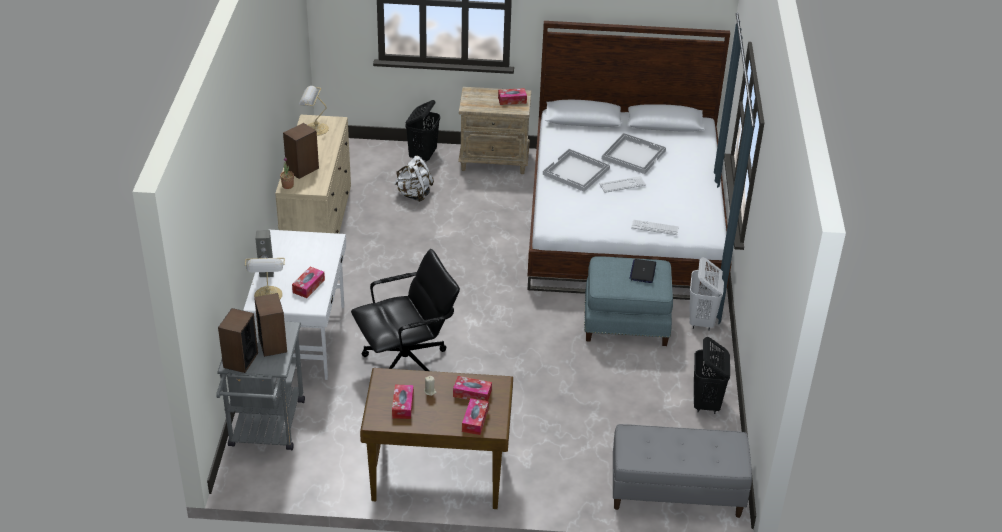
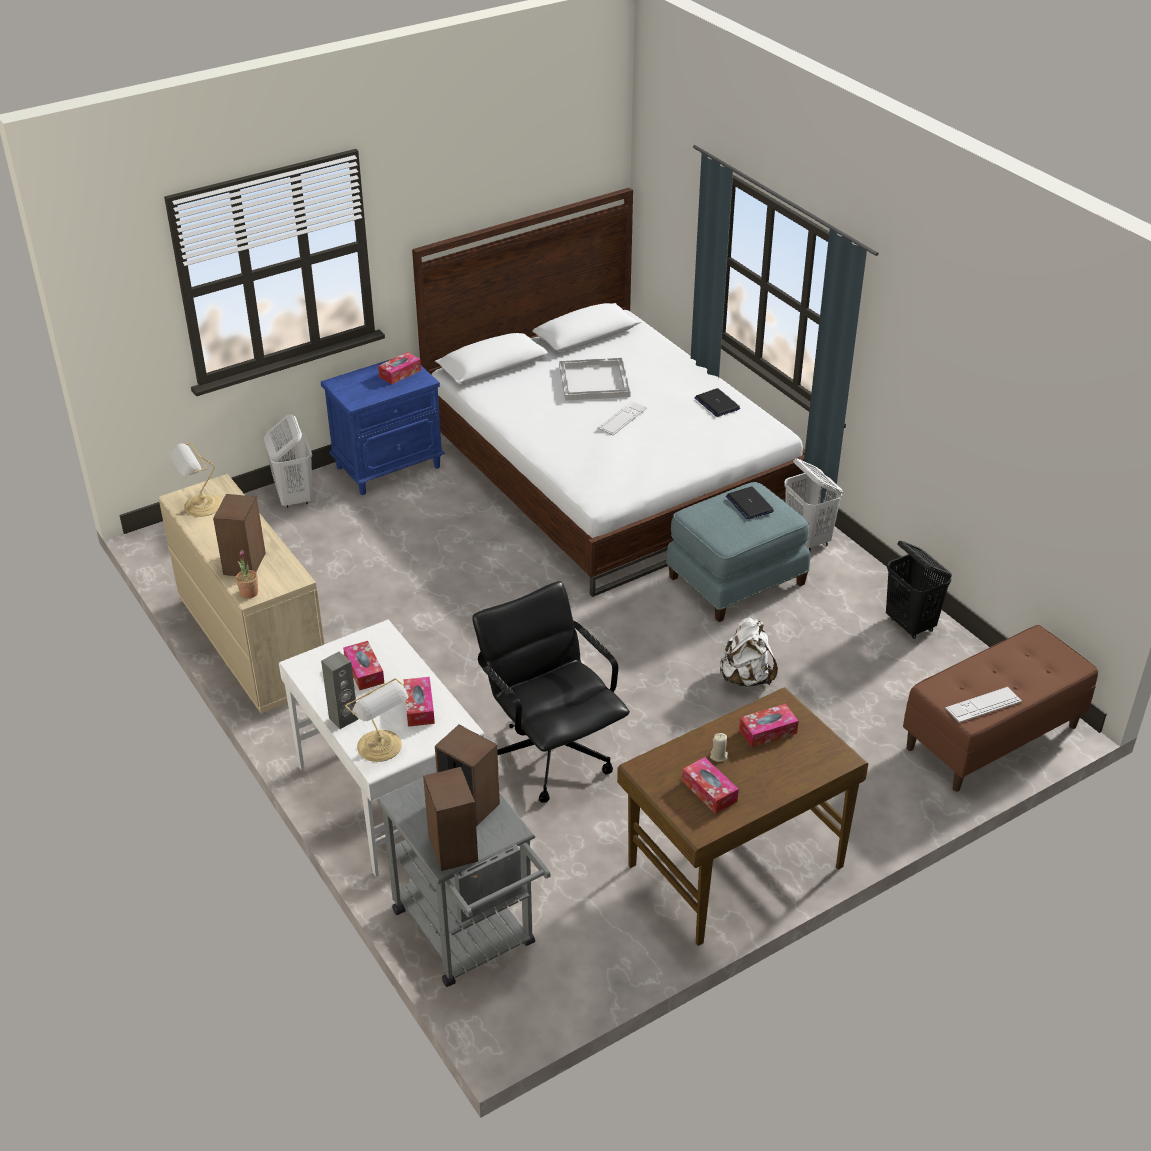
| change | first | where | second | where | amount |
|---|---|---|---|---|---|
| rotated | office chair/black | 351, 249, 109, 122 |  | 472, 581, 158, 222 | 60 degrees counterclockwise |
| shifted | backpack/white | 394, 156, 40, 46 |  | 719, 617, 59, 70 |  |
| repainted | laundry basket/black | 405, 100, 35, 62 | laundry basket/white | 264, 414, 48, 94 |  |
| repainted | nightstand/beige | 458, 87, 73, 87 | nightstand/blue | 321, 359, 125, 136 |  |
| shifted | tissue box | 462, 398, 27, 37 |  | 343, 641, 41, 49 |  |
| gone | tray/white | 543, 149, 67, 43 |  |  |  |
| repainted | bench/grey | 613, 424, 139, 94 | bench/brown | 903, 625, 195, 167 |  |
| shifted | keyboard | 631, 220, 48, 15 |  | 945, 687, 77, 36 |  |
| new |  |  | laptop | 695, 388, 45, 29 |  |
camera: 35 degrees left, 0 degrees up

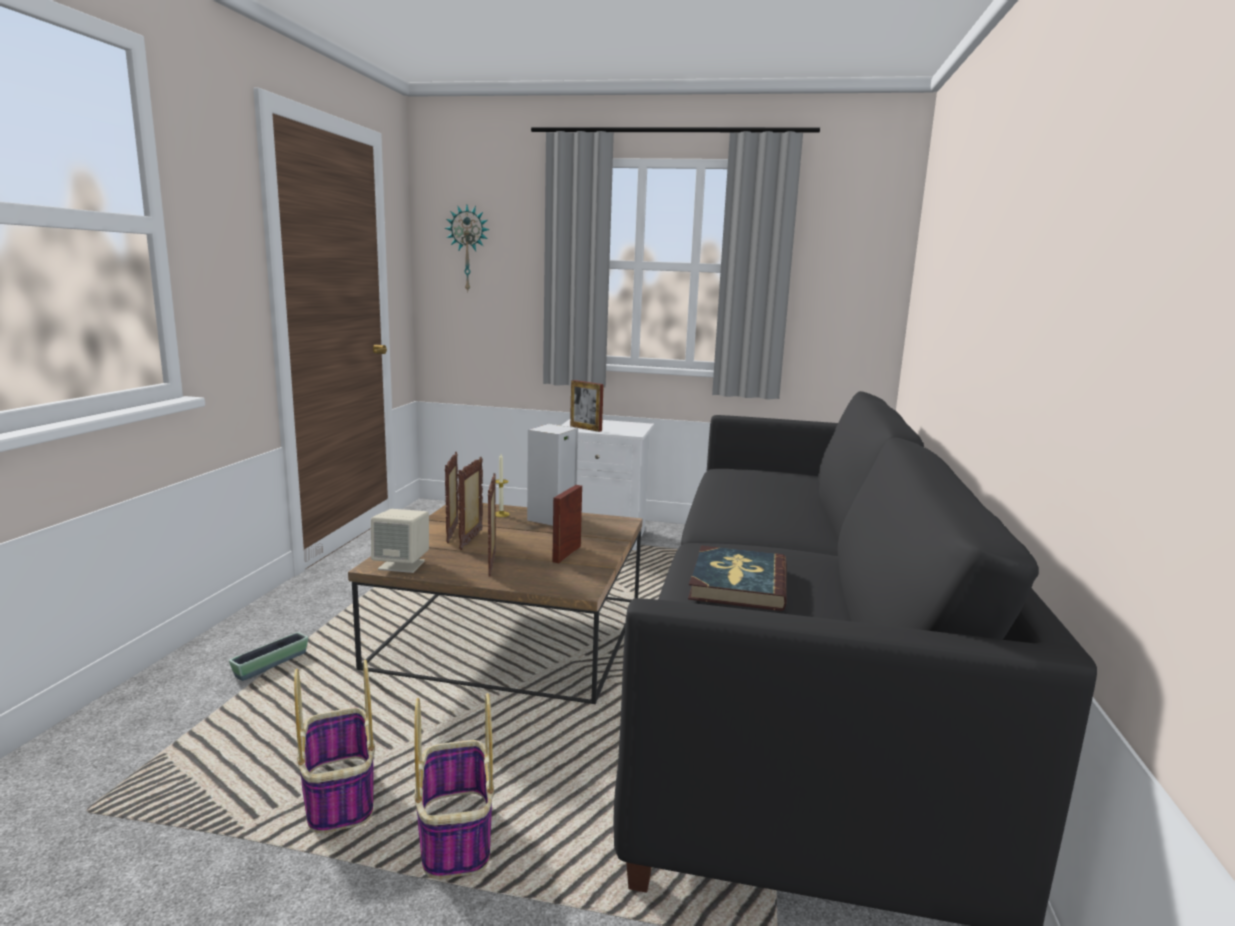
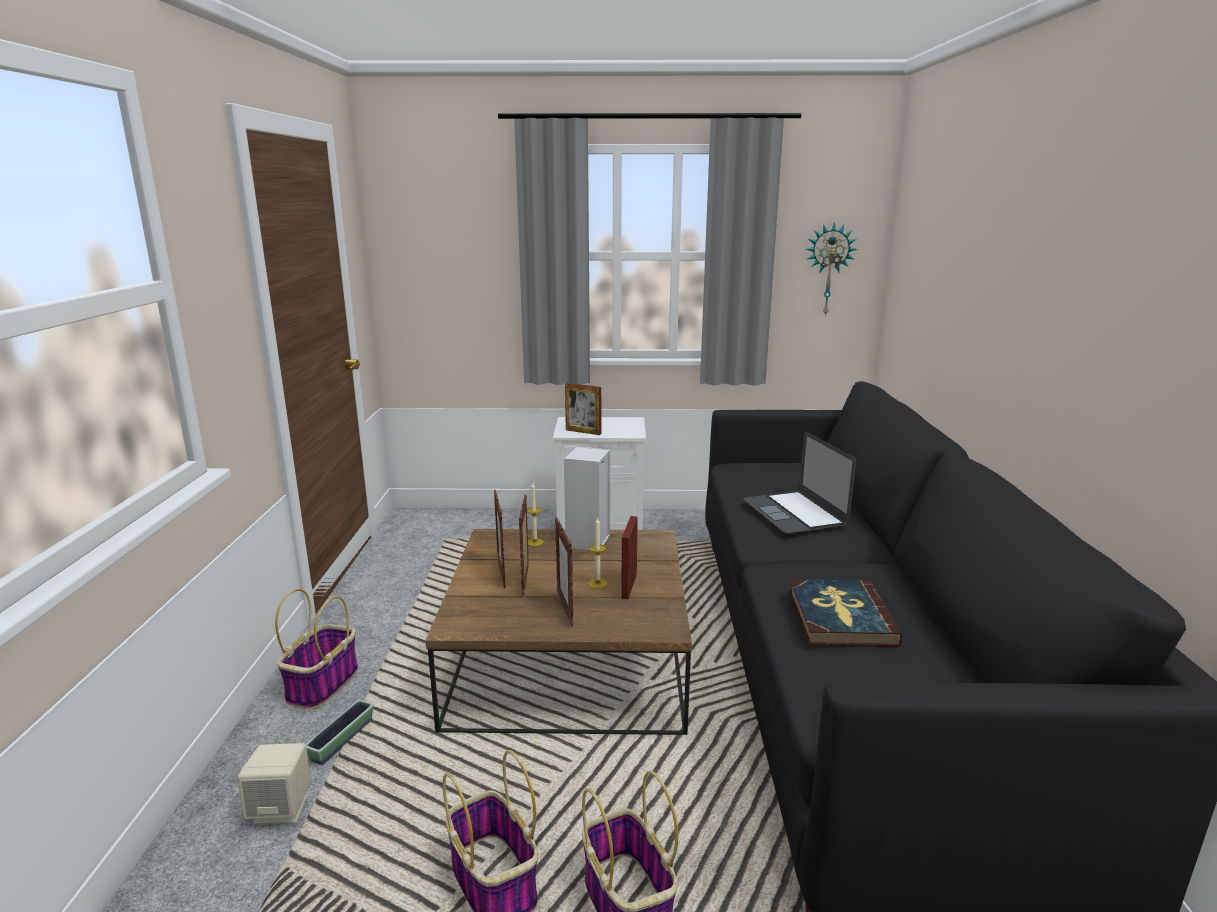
| change | first | where | second | where | amount |
|---|---|---|---|---|---|
| shifted | speaker/beige | 371, 509, 58, 64 |  | 237, 743, 73, 82 |  |
| shifted | wall clock | 445, 204, 45, 89 |  | 806, 222, 51, 95 |  |
| new |  |  | basket | 275, 589, 83, 120 |  |
| new |  |  | candle | 588, 517, 19, 71 |  |
| new |  |  | laptop | 743, 431, 113, 103 |  |
camera: 10 degrees left, 5 degrees up

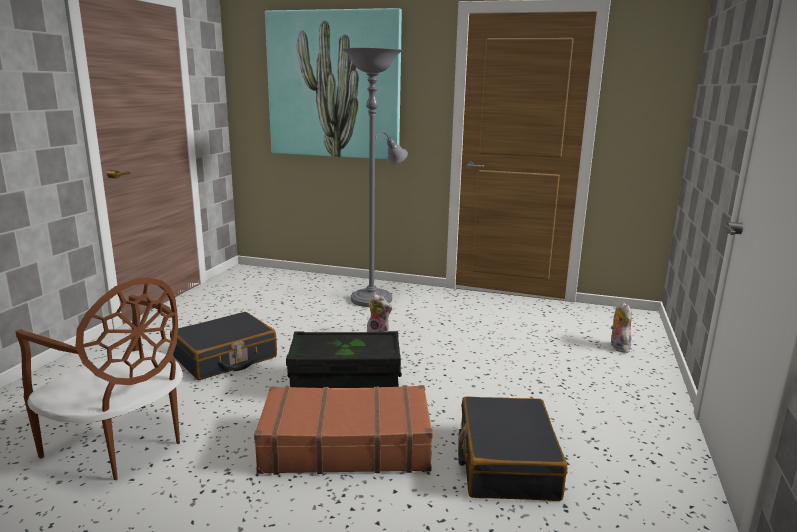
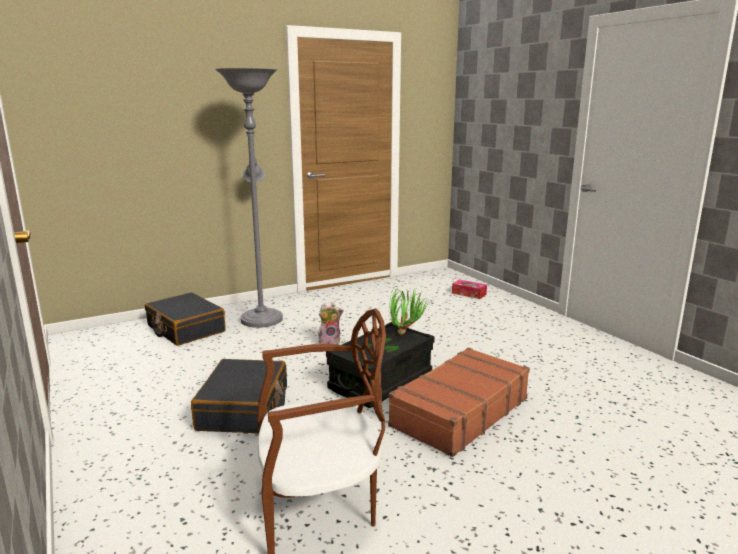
| change | first | where | second | where | amount |
|---|---|---|---|---|---|
| gone | picture | 265, 8, 137, 152 |  |  |  |
| shifted | suitcase/black | 458, 396, 109, 105 |  | 145, 292, 81, 54 |  |
| swapped | plush toy | 611, 303, 21, 50 | tissue box | 452, 280, 35, 19 |  |
| new |  |  | potted plant | 390, 287, 40, 48 |  |
camera: 45 degrees left, 0 degrees up

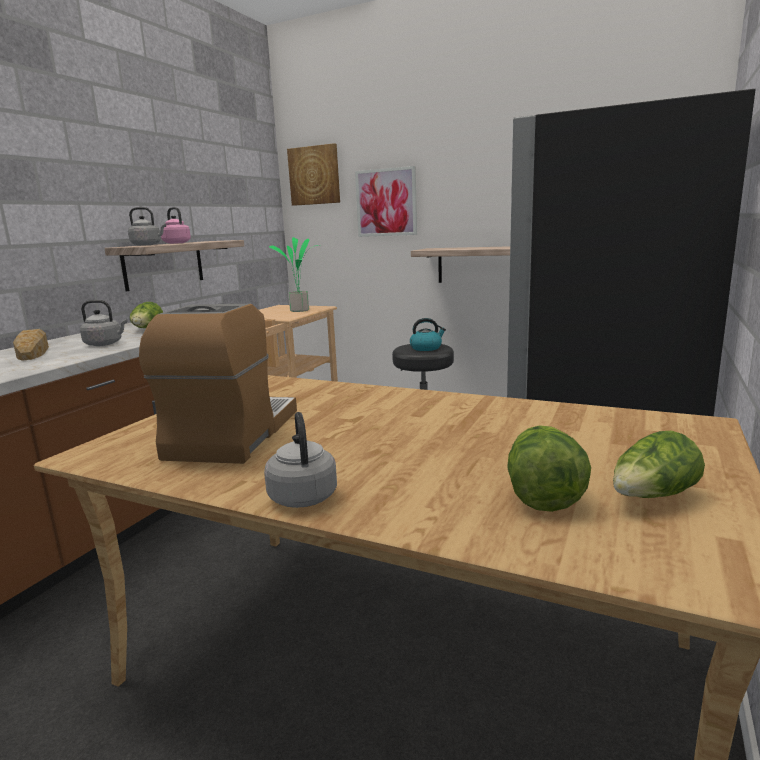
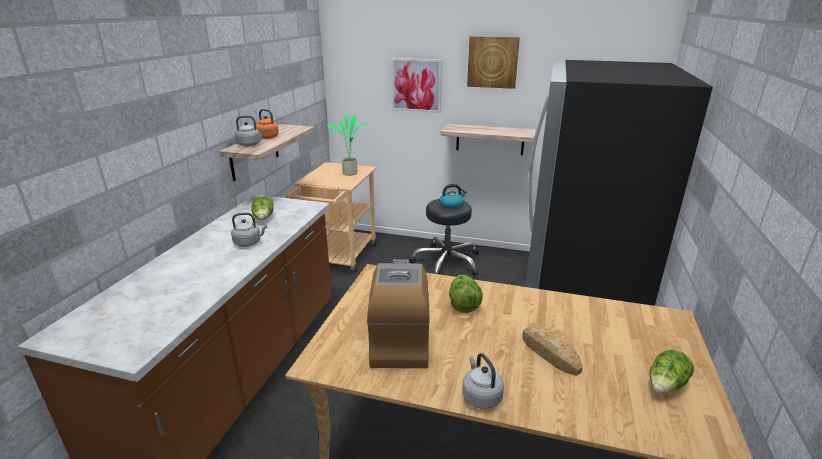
| change | first | where | second | where | amount |
|---|---|---|---|---|---|
| shifted | bread | 13, 329, 36, 32 |  | 522, 325, 61, 51 |  |
| repainted | kettle/pink | 161, 207, 30, 37 | kettle/orange | 255, 109, 24, 30 |  |
| shifted | picture | 287, 143, 53, 63 |  | 467, 36, 53, 53 |  |
| shifted | lettuce | 507, 425, 84, 87 |  | 449, 275, 34, 38 |  |
camera: 10 degrees left, 10 degrees up

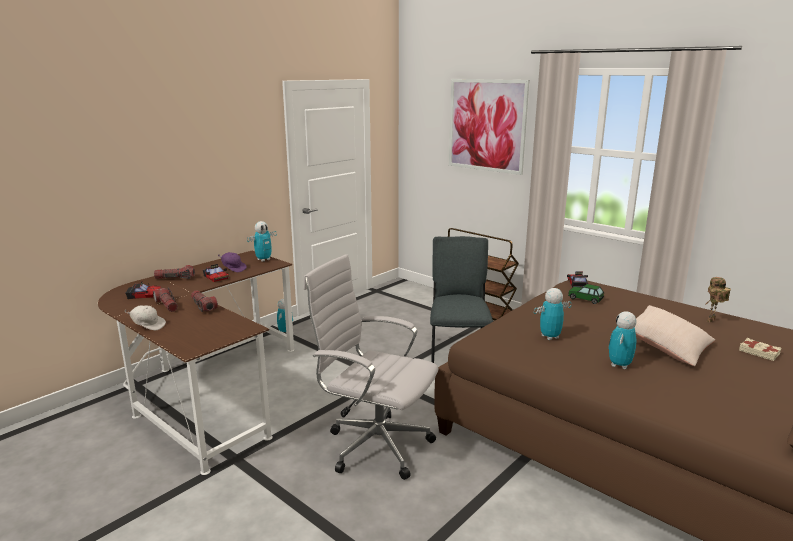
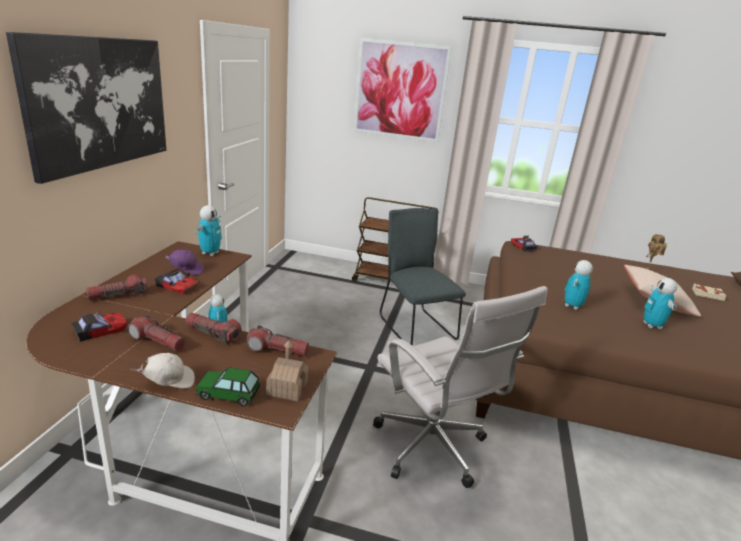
| change | first | where | second | where | amount |
|---|---|---|---|---|---|
| rotated | office chair/white | 304, 254, 135, 226 |  | 373, 286, 175, 202 | 120 degrees counterclockwise |
| shifted | toy car | 568, 284, 36, 20 |  | 196, 367, 64, 40 |  |
| new |  |  | picture | 6, 32, 160, 152 |  |
| new |  |  | flashlight | 247, 325, 62, 31 |  |
| new |  |  | toy house | 266, 341, 42, 61 |  |
camera: 30 degrees left, 5 degrees up

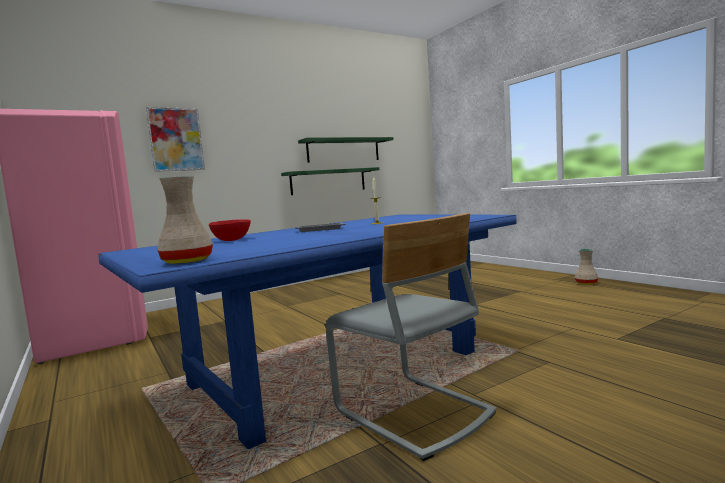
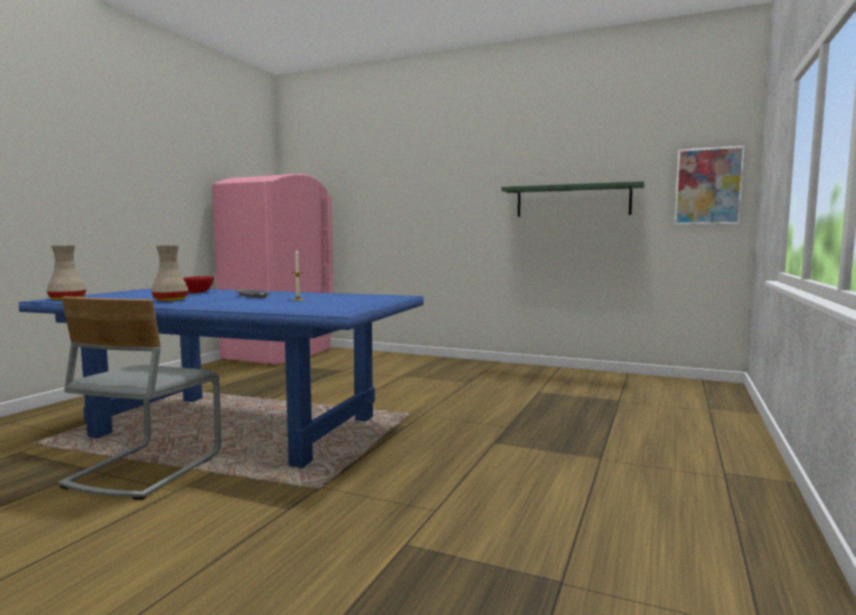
| change | first | where | second | where | amount |
|---|---|---|---|---|---|
| shifted | picture | 146, 107, 59, 65 |  | 674, 146, 71, 79 |  |
| gone | shelf/green | 281, 167, 98, 28 |  |  |  |
| shifted | vase/beige | 575, 249, 23, 36 |  | 151, 246, 38, 56 |  |
camera: 55 degrees right, 0 degrees up

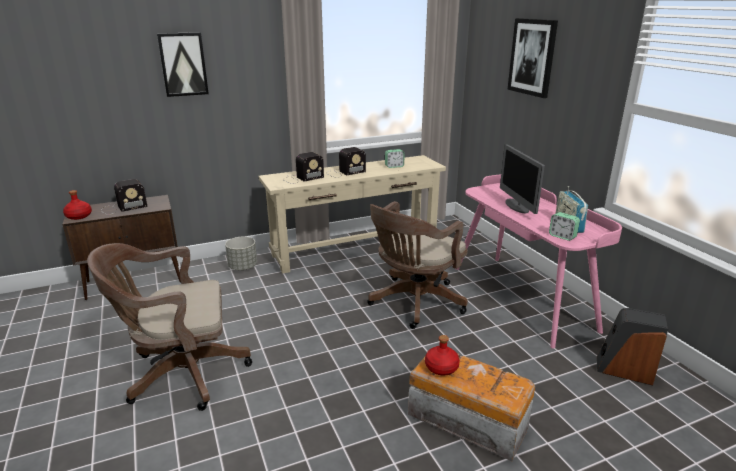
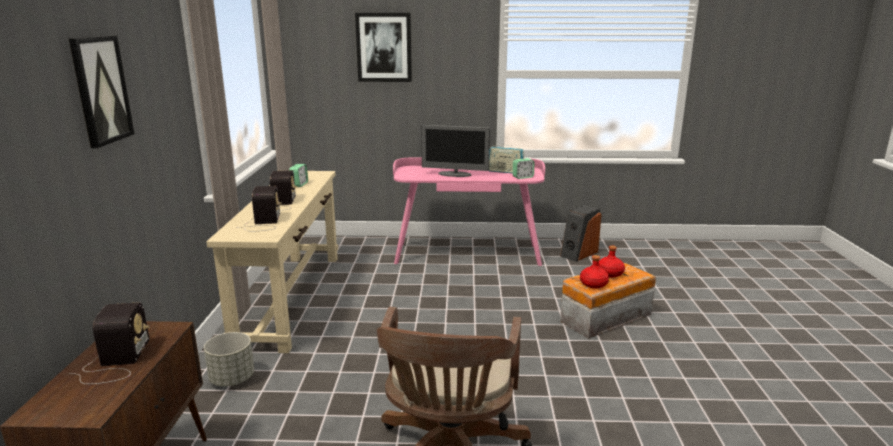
| change | first | where | second | where | amount |
|---|---|---|---|---|---|
| shifted | bottle/red | 63, 190, 29, 30 |  | 599, 245, 26, 33 |  |
| gone | office chair/brown | 367, 201, 101, 128 |  |  |  |
camera: 65 degrees left, 5 degrees down

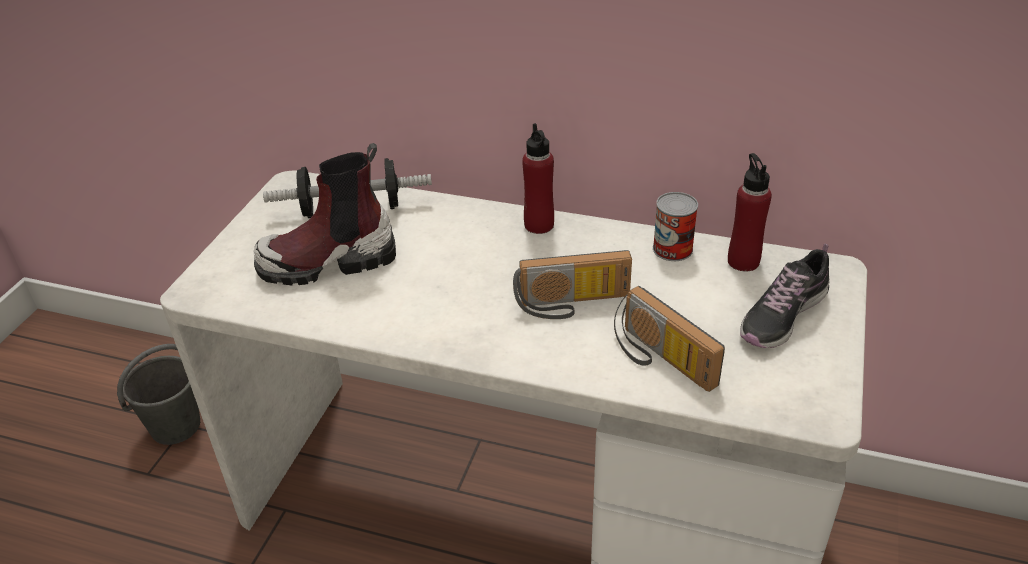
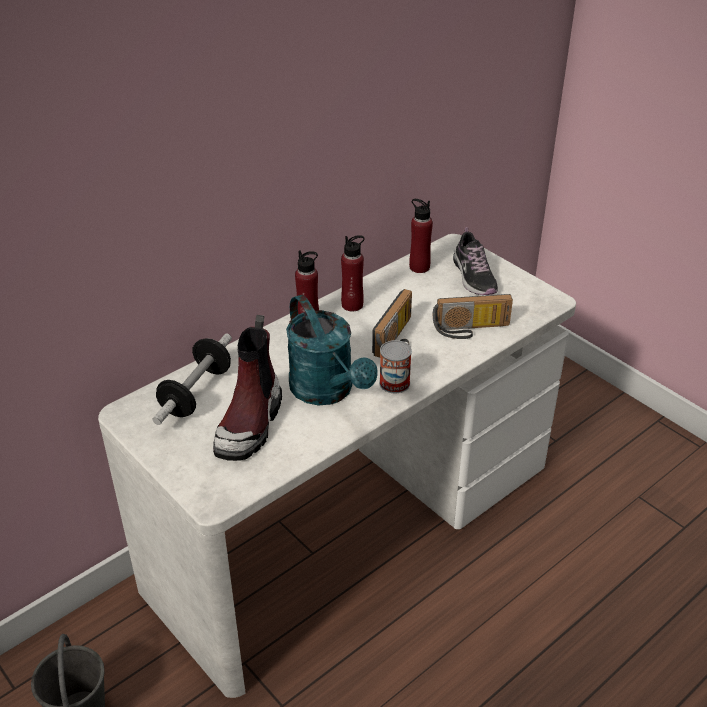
| change | first | where | second | where | amount |
|---|---|---|---|---|---|
| shifted | can | 653, 192, 45, 69 |  | 379, 340, 33, 53 |  |
| new |  |  | watering can/turquoise | 286, 295, 92, 110 |  |
| new |  |  | bottle/red | 341, 235, 24, 76 |  |
camera: 60 degrees left, 0 degrees up

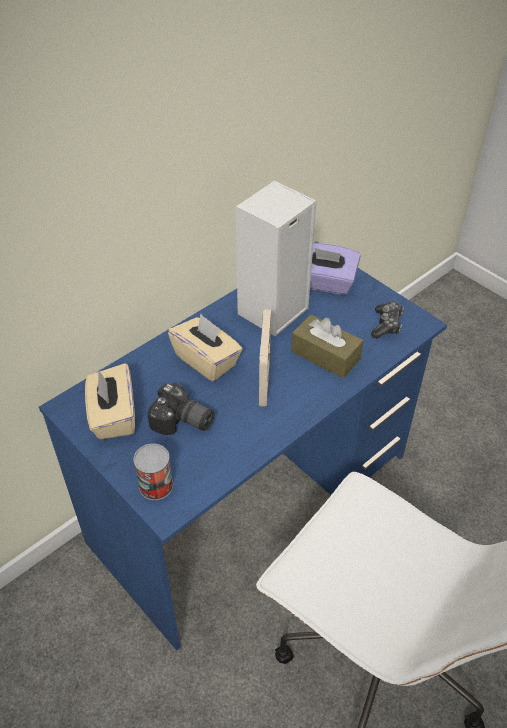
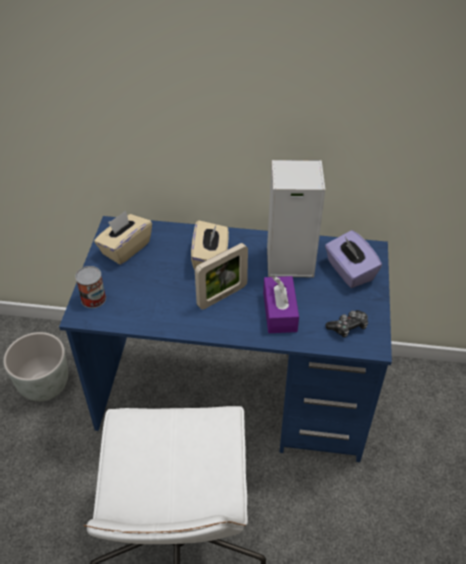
| change | first | where | second | where | amount |
|---|---|---|---|---|---|
| gone | photo camera | 147, 383, 68, 52 |  |  |  |
| repainted | tissue box/brown | 291, 314, 73, 65 | tissue box/purple | 263, 276, 36, 57 |  |
| new |  |  | planter/grey | 3, 332, 65, 69 |  |
camera: 50 degrees right, 0 degrees up

